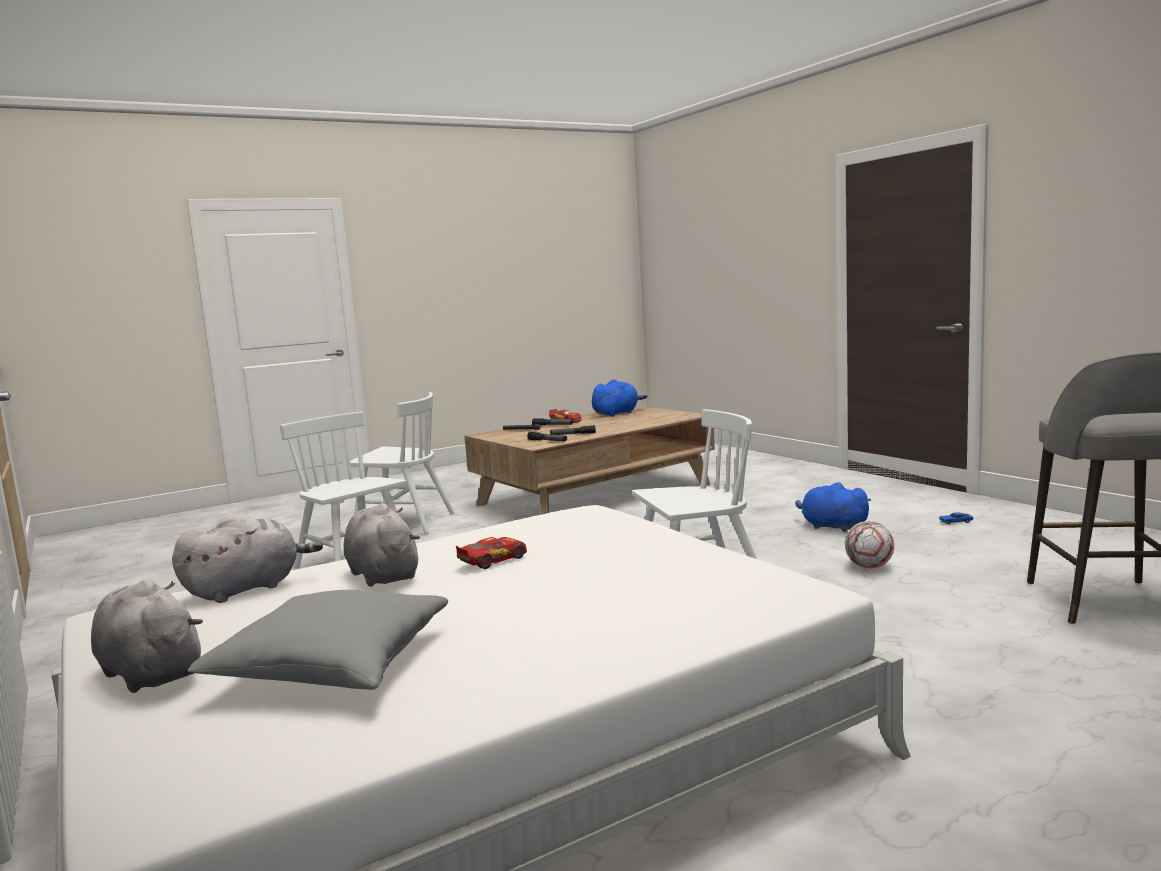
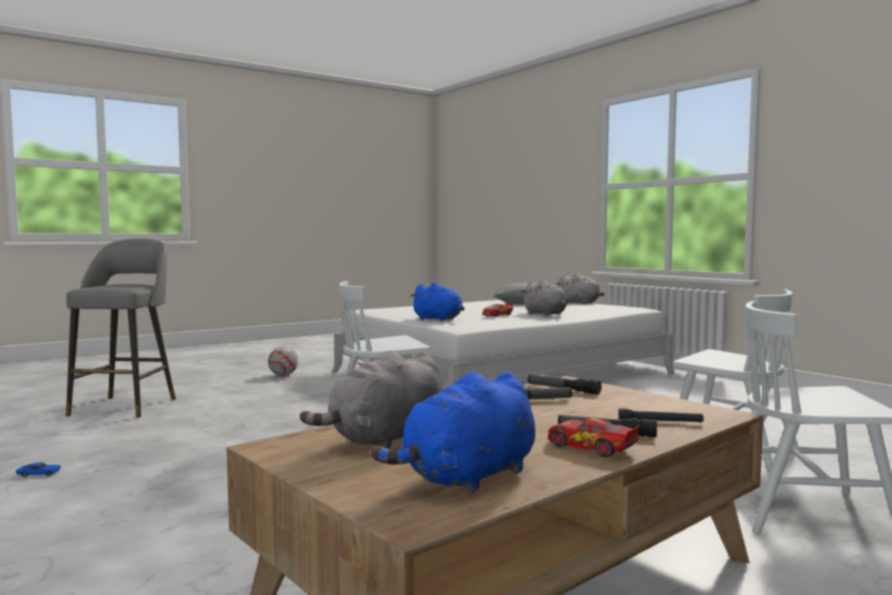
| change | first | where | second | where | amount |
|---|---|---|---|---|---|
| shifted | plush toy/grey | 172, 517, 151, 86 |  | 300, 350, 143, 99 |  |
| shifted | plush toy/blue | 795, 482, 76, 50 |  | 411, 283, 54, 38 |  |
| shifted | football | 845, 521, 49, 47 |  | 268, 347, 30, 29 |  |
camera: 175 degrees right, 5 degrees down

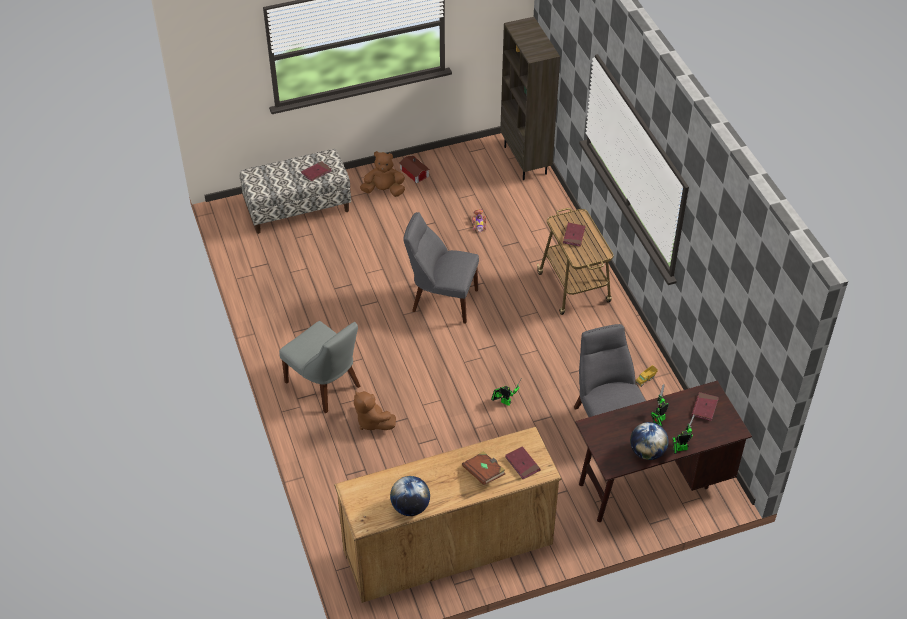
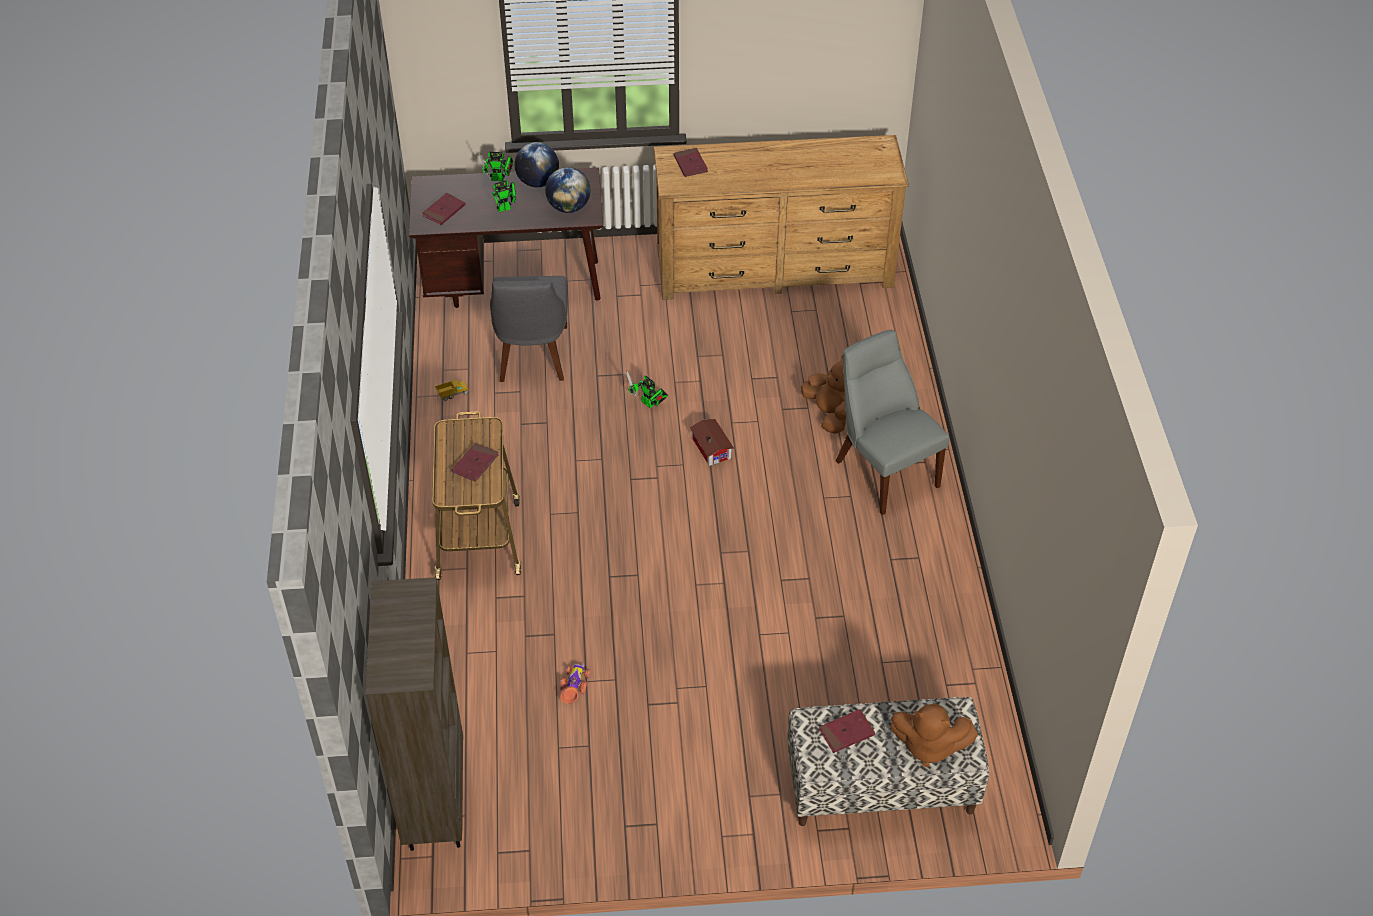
| change | first | where | second | where | amount |
|---|---|---|---|---|---|
| shifted | plush toy/brown | 360, 151, 45, 46 |  | 891, 703, 87, 64 |  |
| shifted | globe | 390, 476, 40, 40 |  | 545, 167, 46, 46 |  |
| shifted | toy house | 399, 155, 31, 28 |  | 689, 419, 45, 47 |  |
| gone | chair/grey | 403, 212, 76, 112 |  |  |  |
| gone | book/brown | 462, 451, 43, 34 |  |  |  |
camera: 165 degrees left, 0 degrees up

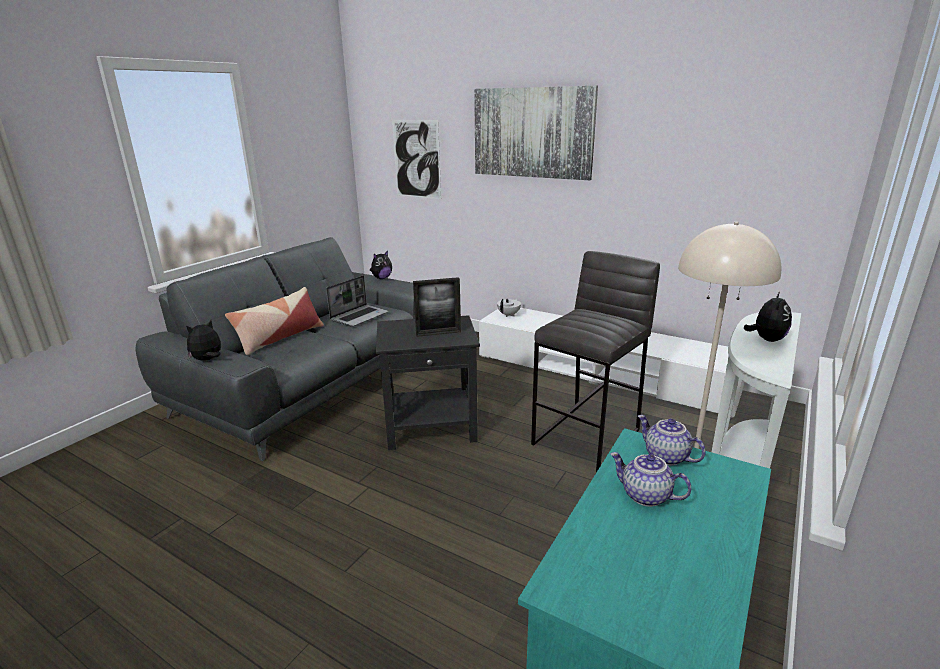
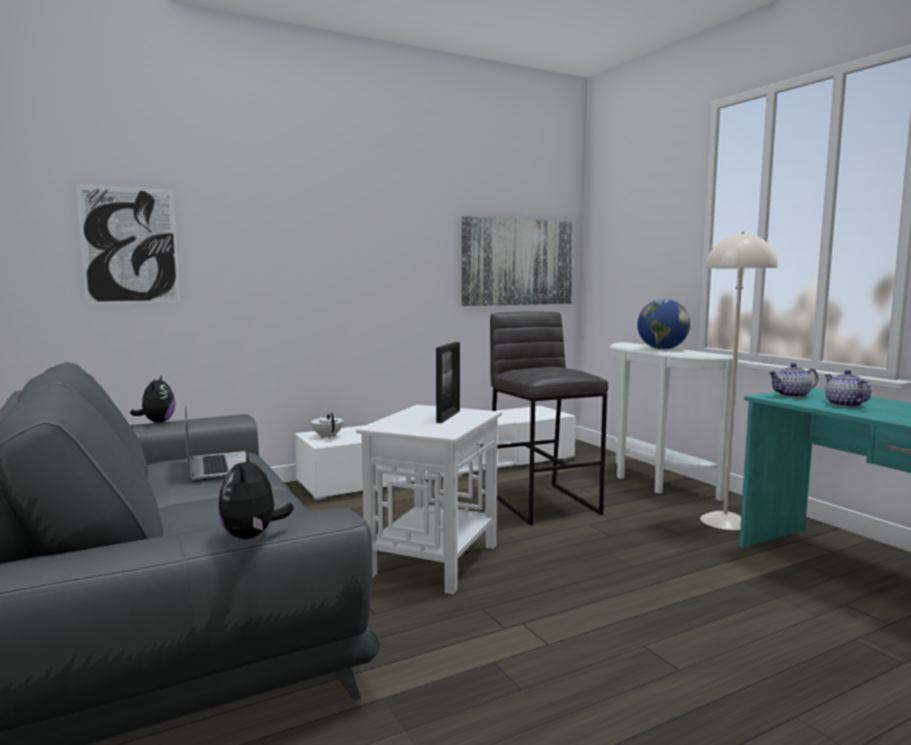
| change | first | where | second | where | amount |
|---|---|---|---|---|---|
| gone | pillow | 225, 287, 99, 68 |  |  |  |
| repainted | side table/black | 376, 315, 104, 135 | side table/white | 356, 405, 146, 190 |  |
| shifted | picture | 474, 86, 124, 94 |  | 462, 216, 112, 90 |  |
| rotated | teapot | 610, 452, 81, 55 |  | 825, 370, 47, 37 | 105 degrees clockwise |
| swapped | plush toy | 744, 292, 48, 50 | globe | 637, 299, 53, 51 |  |
camera: 60 degrees left, 15 degrees down

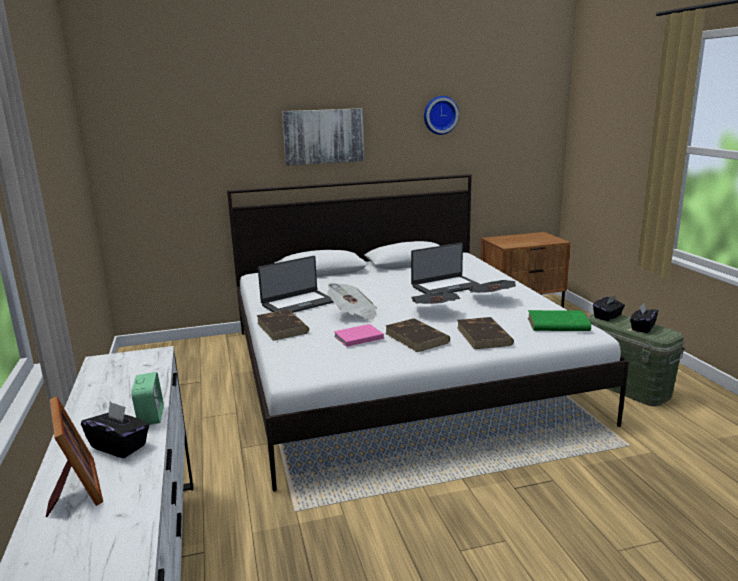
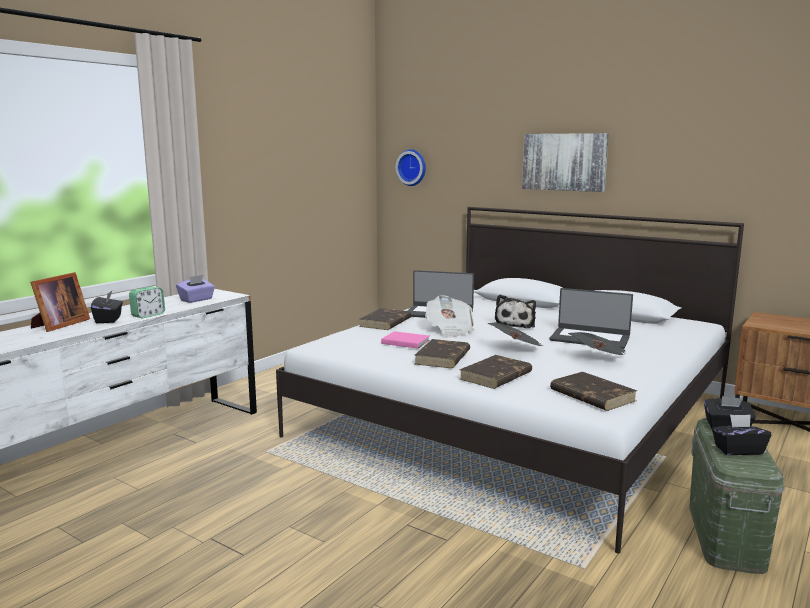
| change | first | where | second | where | amount |
|---|---|---|---|---|---|
| shifted | wall clock | 424, 96, 35, 39 |  | 396, 149, 30, 37 |  |
| repainted | book/green | 528, 310, 63, 21 | book/brown | 550, 372, 87, 39 |  |
| new |  |  | tissue box/purple | 176, 275, 39, 28 |  |
| new |  |  | plush toy | 495, 295, 41, 33 |  |
camera: 50 degrees right, 5 degrees down

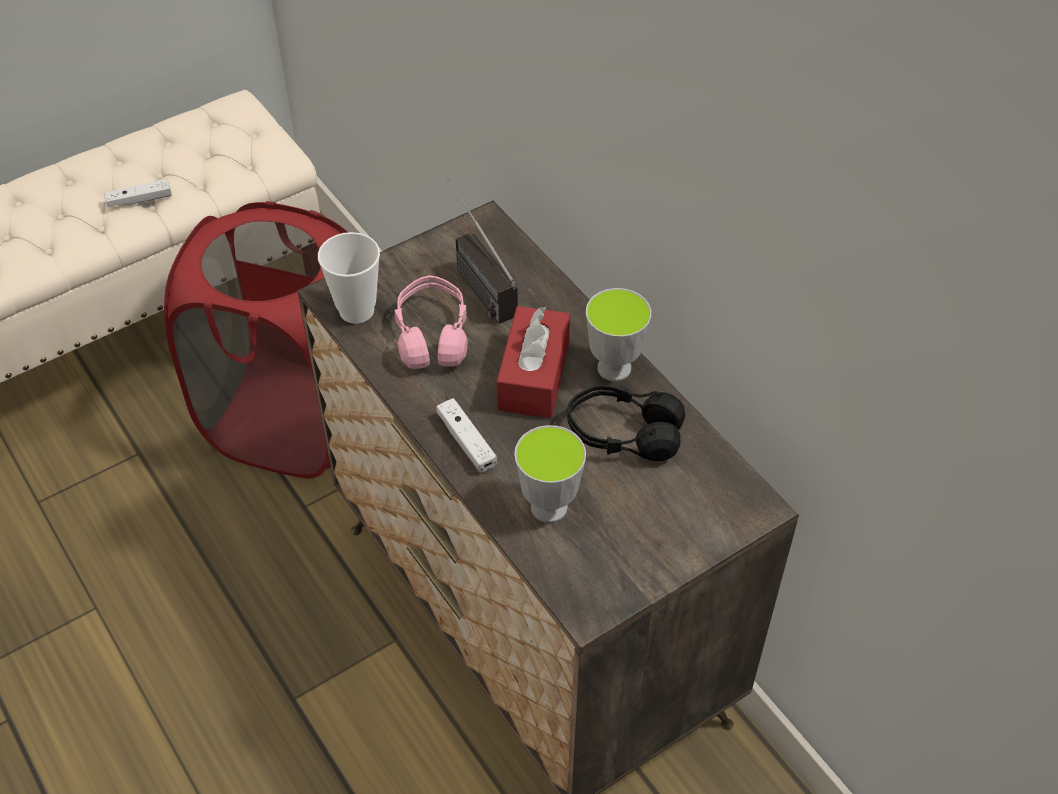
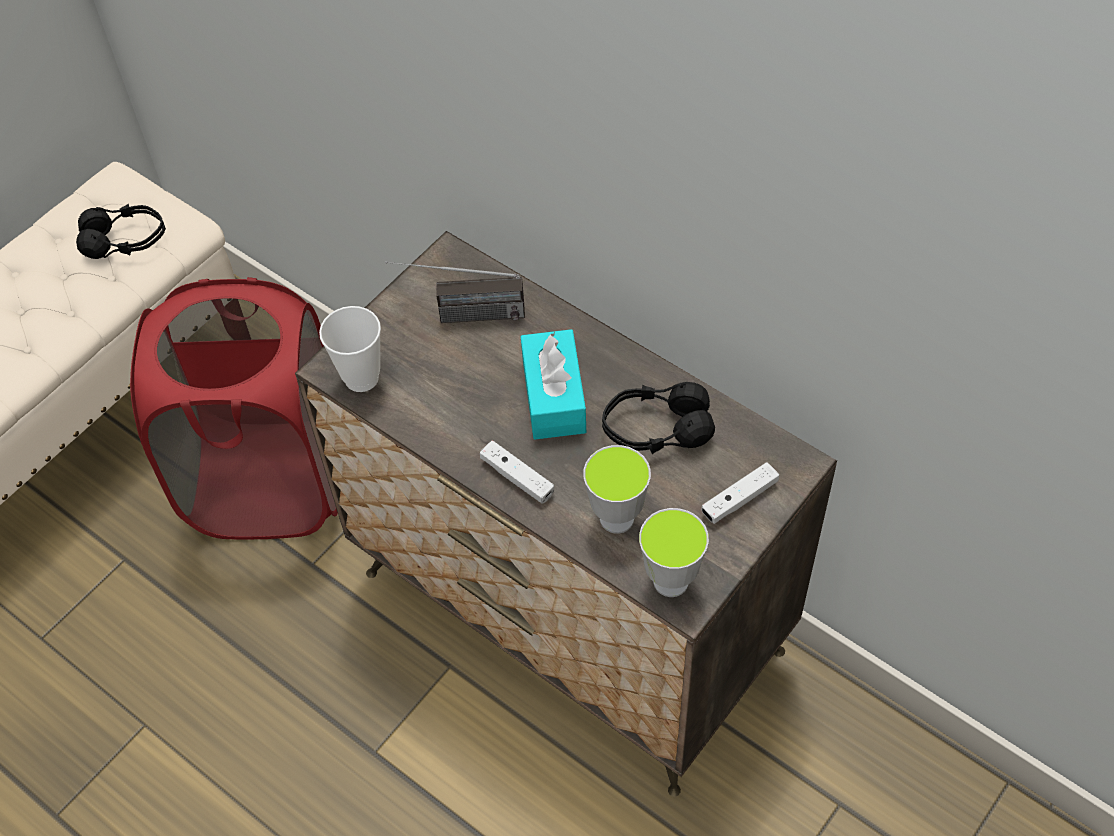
| change | first | where | second | where | amount |
|---|---|---|---|---|---|
| shifted | game controller/white | 104, 179, 68, 28 |  | 701, 462, 78, 62 |  |
| gone | headphones/pink | 394, 275, 74, 94 |  |  |  |
| rotated | radio | 448, 178, 70, 146 |  | 385, 261, 140, 62 | 45 degrees counterclockwise |
| repainted | tissue box/red | 496, 306, 74, 112 | tissue box/turquoise | 521, 329, 65, 110 |  |
| shifted | cup | 586, 288, 65, 93 |  | 639, 508, 70, 89 |  |
| new |  |  | headphones/black | 76, 204, 90, 55 |  |
camera: 15 degrees left, 5 degrees up

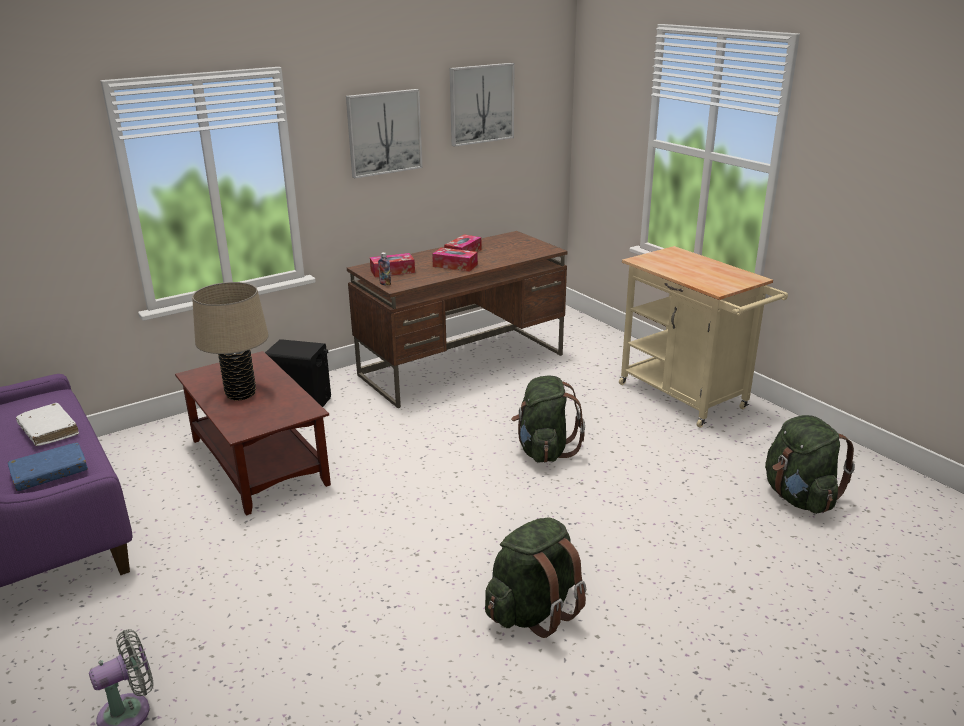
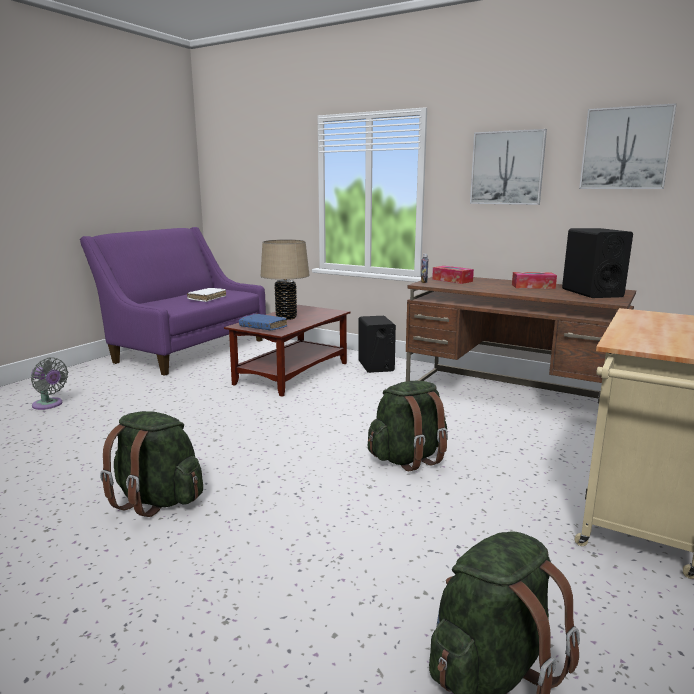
| change | first | where | second | where | amount |
|---|---|---|---|---|---|
| shifted | book/blue | 8, 442, 80, 49 |  | 239, 314, 48, 17 |  |
| gone | tissue box | 432, 248, 46, 24 |  |  |  |
| new |  |  | speaker/black | 562, 228, 71, 70 |  |
camera: 65 degrees right, 10 degrees down

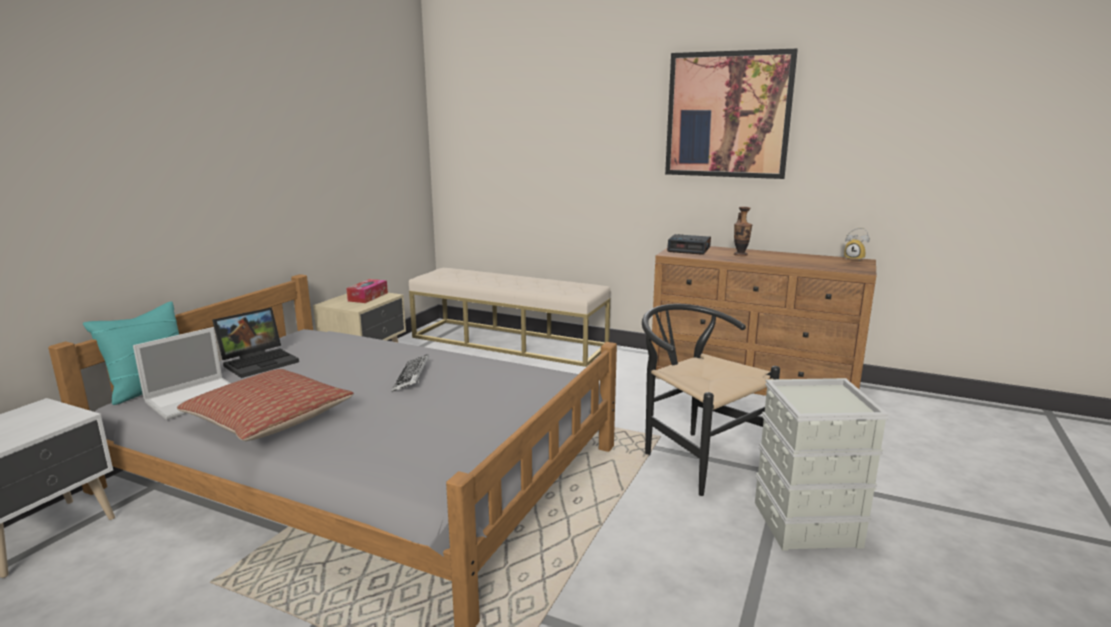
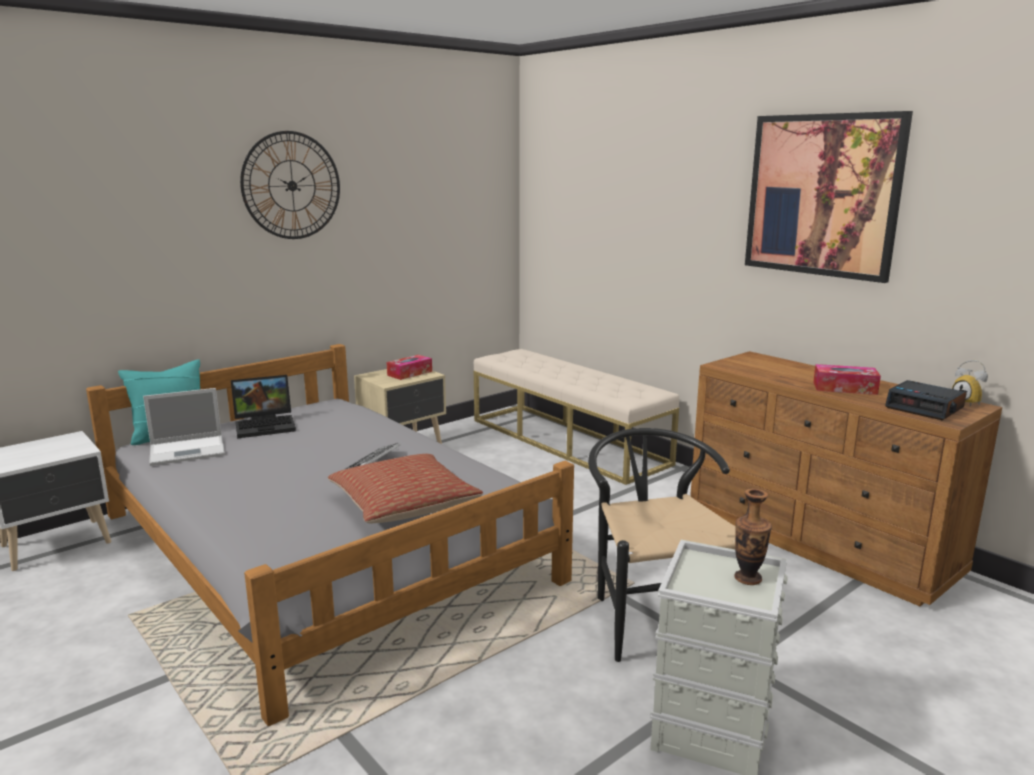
| change | first | where | second | where | amount |
|---|---|---|---|---|---|
| shifted | pillow | 177, 369, 177, 72 |  | 328, 454, 155, 69 |  |
| shifted | alarm clock | 667, 234, 44, 21 |  | 885, 380, 82, 40 |  |
| shifted | vase | 734, 207, 18, 49 |  | 734, 488, 38, 97 |  |
| new |  |  | wall clock | 240, 131, 100, 108 |  |
| new |  |  | tissue box | 813, 364, 68, 31 |  |
camera: 25 degrees right, 0 degrees up

